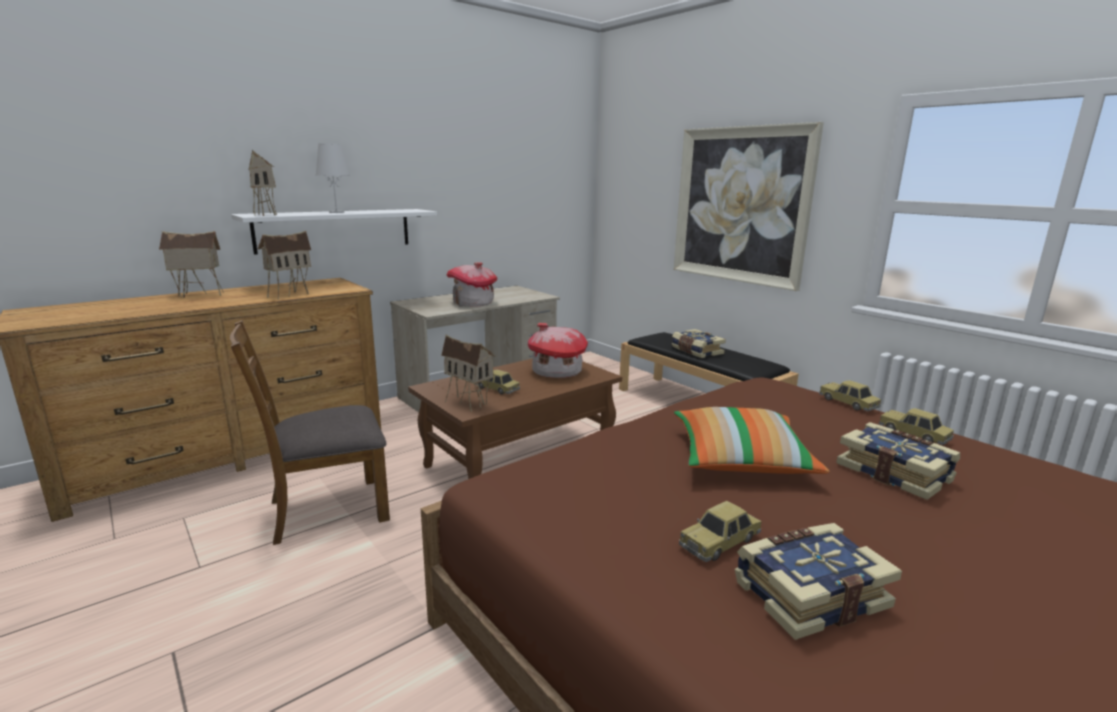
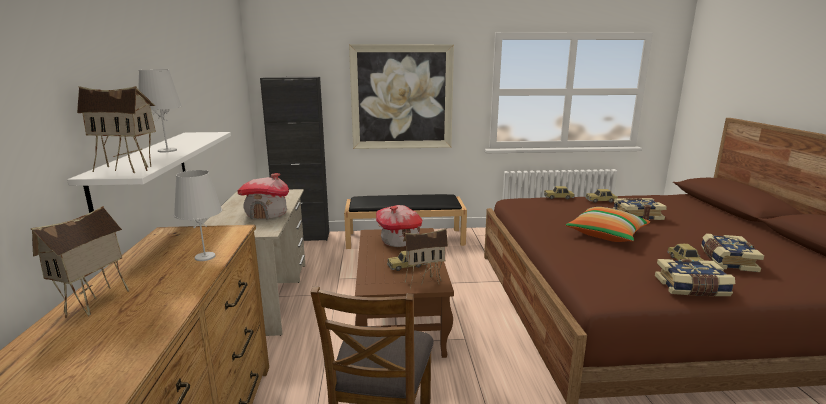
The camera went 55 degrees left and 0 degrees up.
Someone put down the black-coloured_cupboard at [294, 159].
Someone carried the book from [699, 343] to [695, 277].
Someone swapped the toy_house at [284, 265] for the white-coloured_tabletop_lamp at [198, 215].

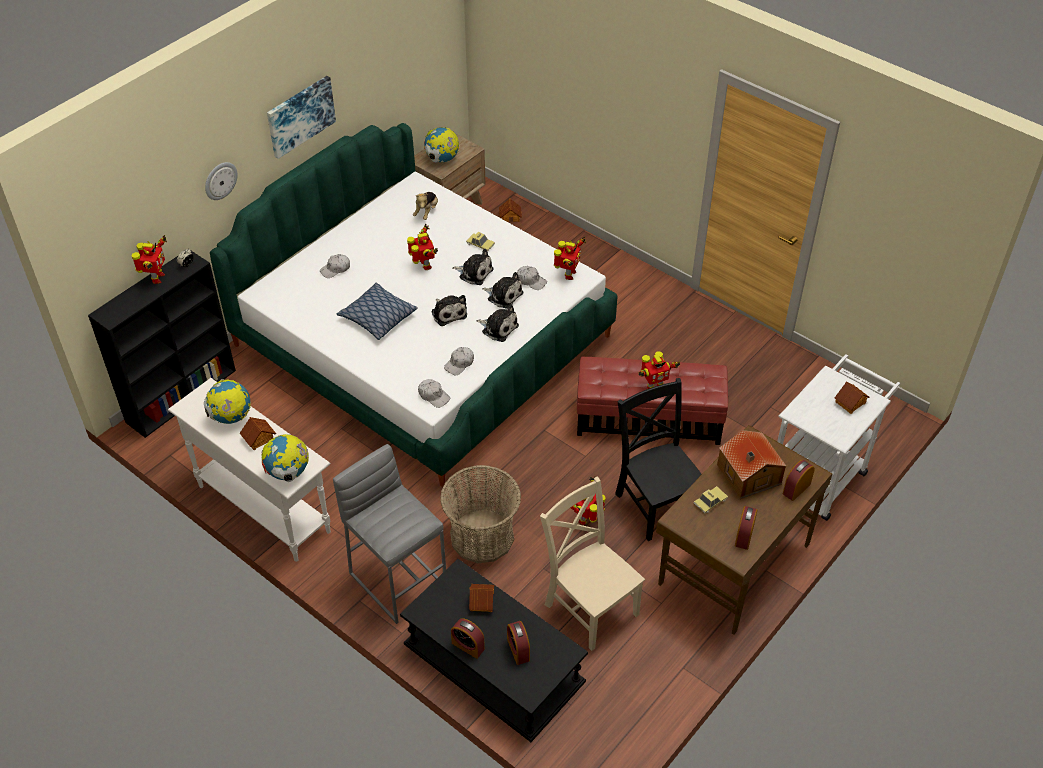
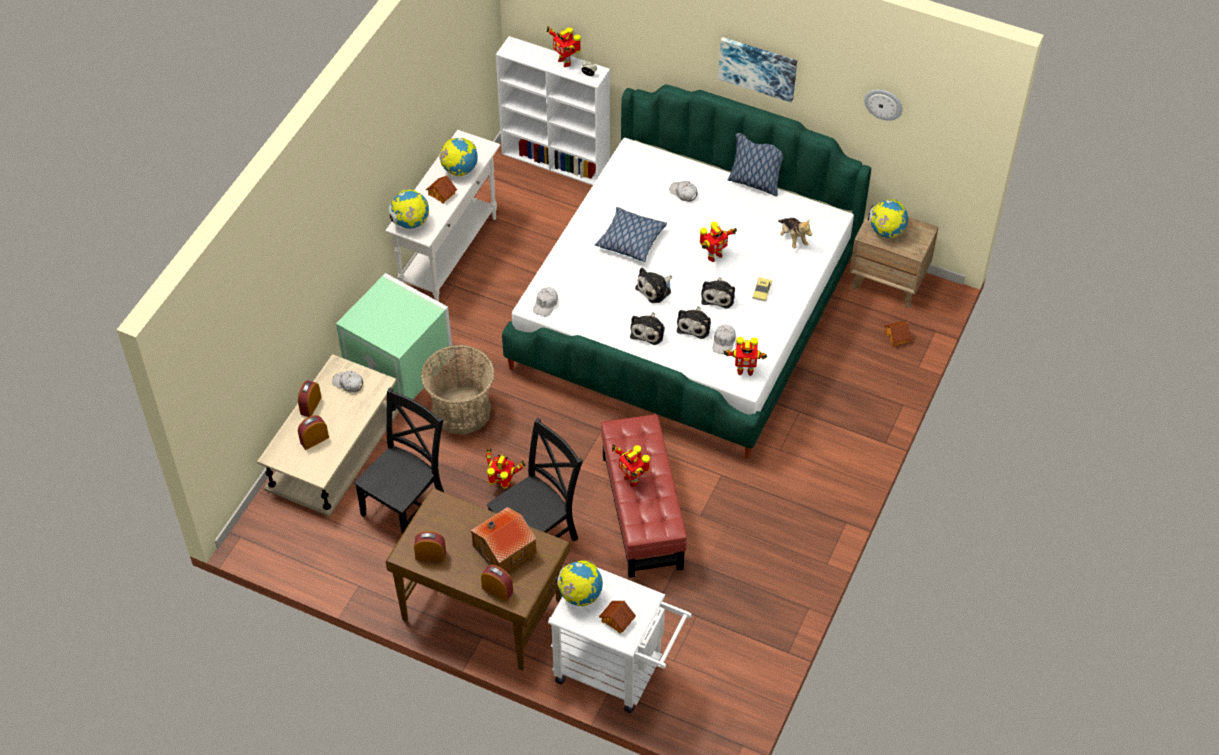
The camera went 75 degrees right and 5 degrees up.
Someone took away the toy_house at [482, 598].
Someone took away the miniature_car at [711, 499].
Someone put down the globe at [579, 583].
Someone put down the cushion at [755, 164].
Someone carried the wall_clock from [221, 181] to [883, 105].
Someone carried the white-coloured_cap from [459, 361] to [347, 381].
Someone swapped the grey_sitting_stool at [389, 534] for the greenish_storage_container at [394, 336].
Someone repainted the black-coloured_bookcase at [162, 343], which became the white-coloured_bookcase at [553, 110].
Someone repainted the black-coloured_lounge_table at [494, 650], which became the beige_lounge_table at [328, 435].
Someone repainted the beige_plain_chair at [592, 563], which became the black-coloured_plain_chair at [399, 460].
Someone rotated the robot_figure at [149, 259] by 60 degrees clockwise.
Someone rotated the plush_toy at [425, 206] by 120 degrees counterclockwise.

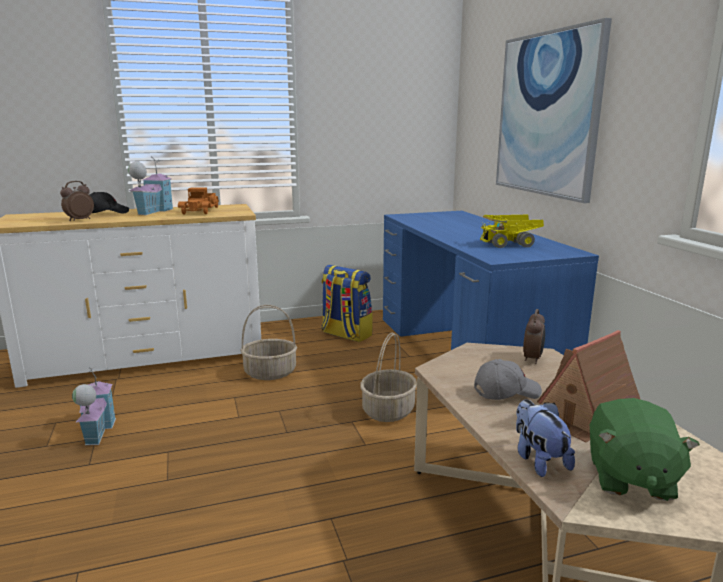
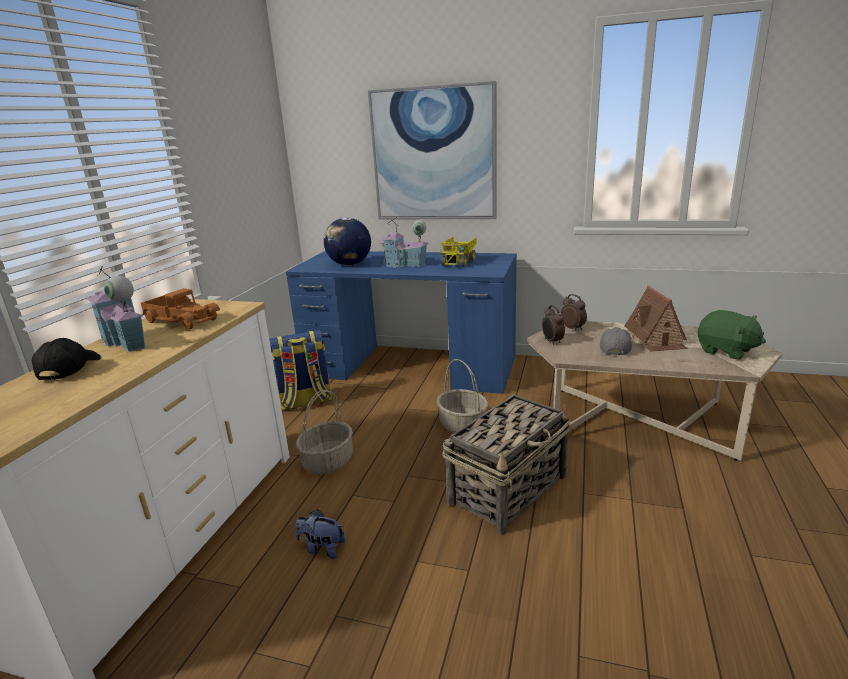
The camera went 55 degrees left and 5 degrees up.
Someone put down the globe at [347, 242].
Someone put down the basket at [507, 464].
Someone carried the bedside_clock from [77, 201] to [553, 325].
Someone carried the toy_house from [94, 406] to [404, 242].
Someone carried the plush_toy from [545, 438] to [320, 534].

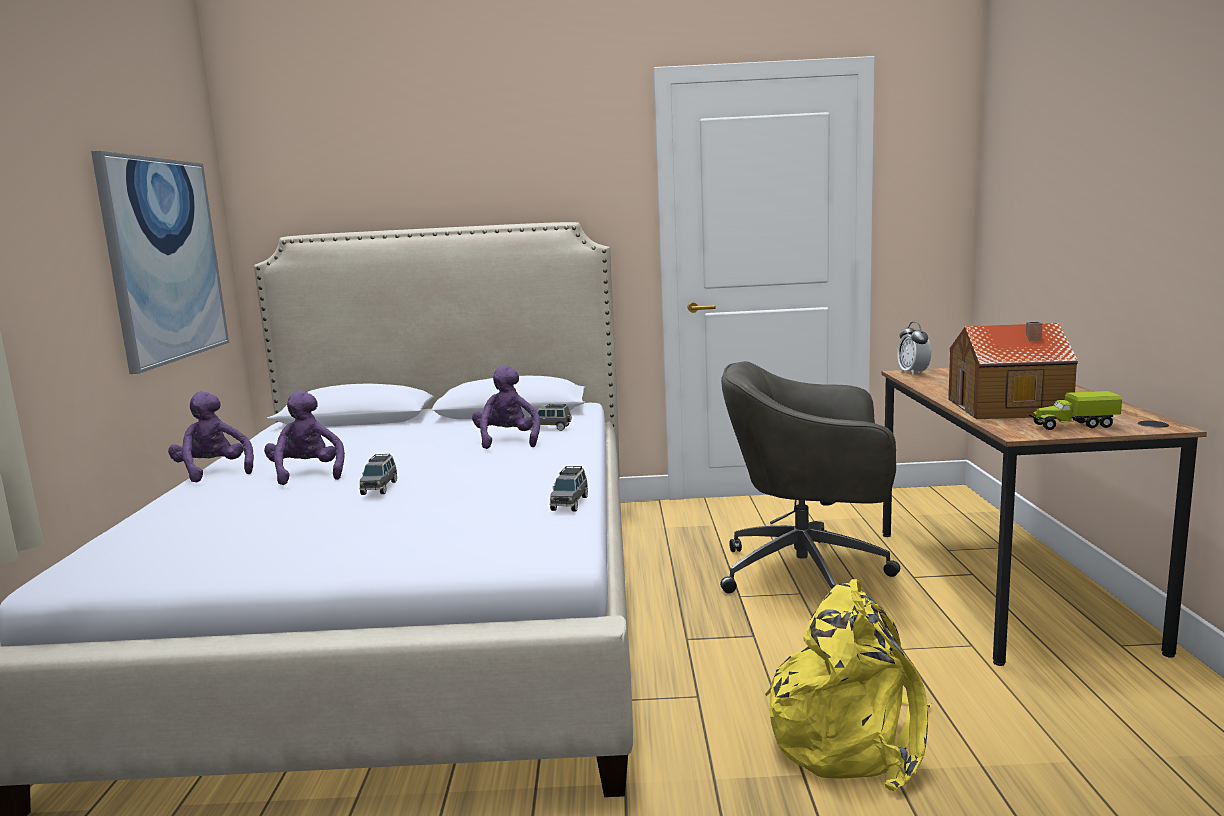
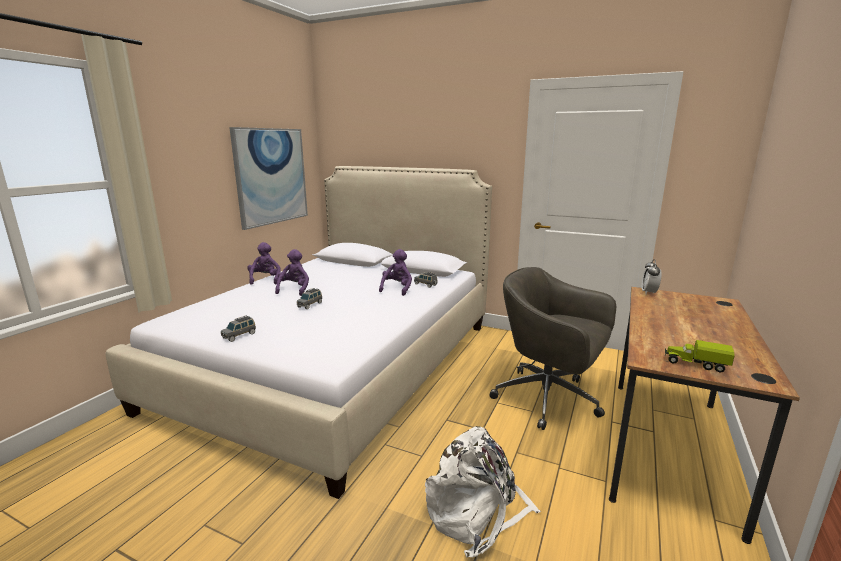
The camera went 25 degrees right and 5 degrees up.
Someone took away the toy_house at [1013, 370].
Someone carried the grey_miniature_car from [569, 488] to [238, 329].
Someone repainted the yellow_backpack at [848, 685], which became the white-coloured_backpack at [483, 492].

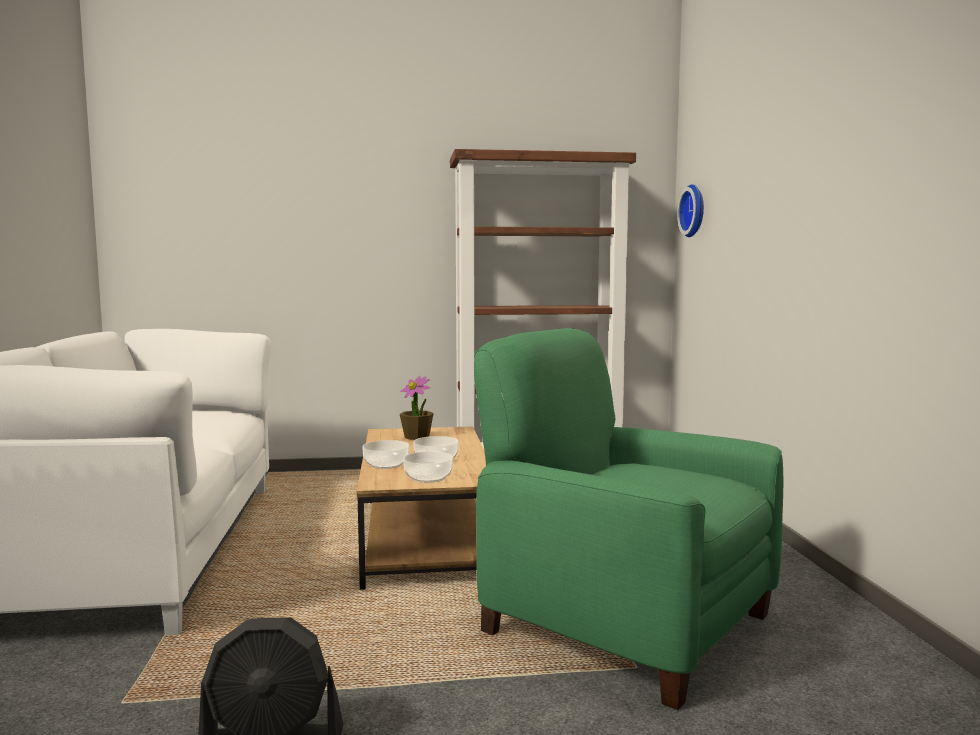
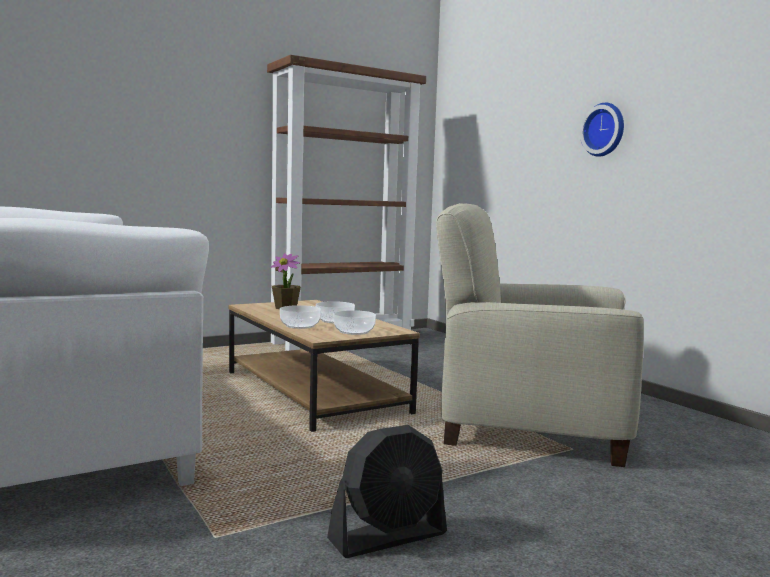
The camera went 25 degrees left and 0 degrees up.
Someone carried the wall_clock from [690, 210] to [602, 130].
Someone repainted the greenish_lounge_chair at [629, 519], which became the beige_lounge_chair at [540, 335].

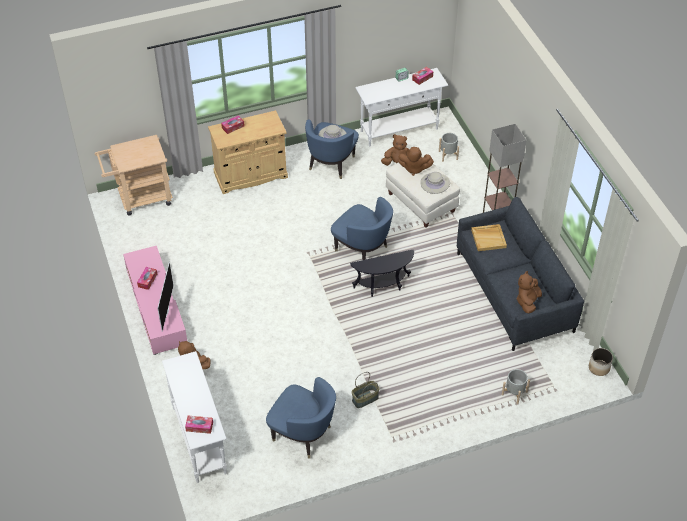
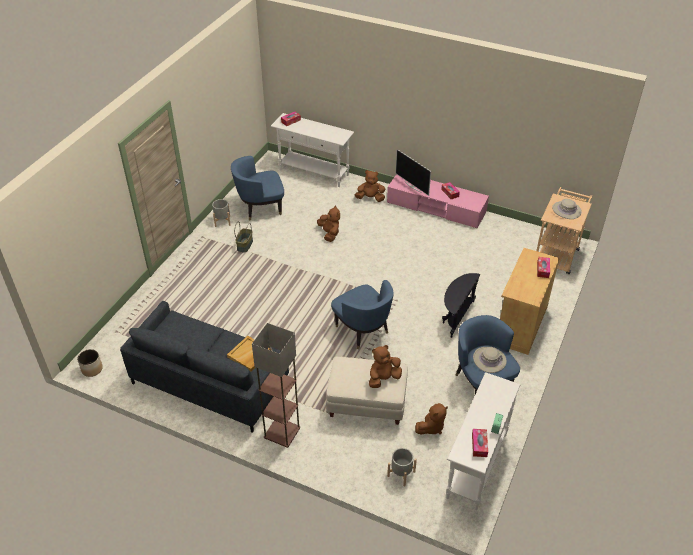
The camera went 135 degrees right and 5 degrees down.
Someone carried the black-coloured_end_table from [382, 273] to [461, 305].
Someone carried the beige_clothing_hat from [435, 183] to [567, 209].
Someone carried the grey_flower_pot from [516, 386] to [221, 213].
Someone carried the brown-coloured_plush_toy from [529, 292] to [328, 223].
Someone rotated the blue_lounge_chair at [362, 228] by 120 degrees counterclockwise.

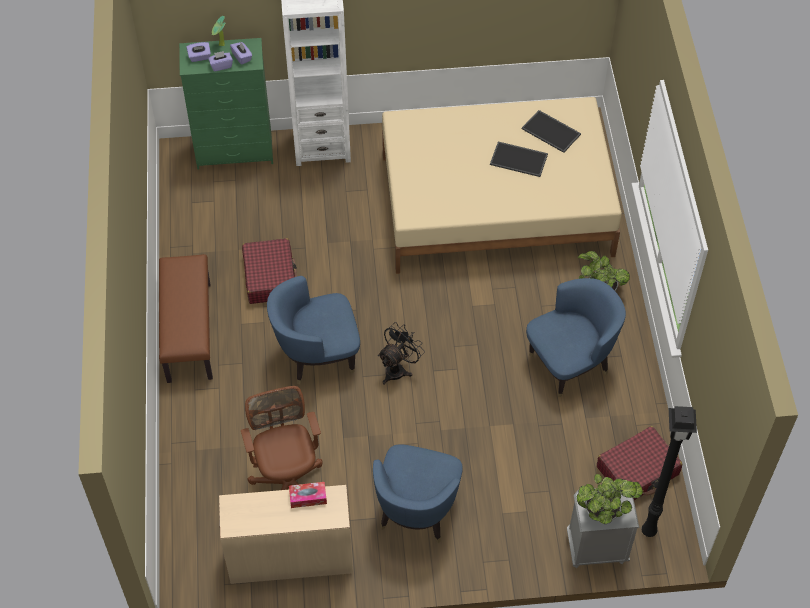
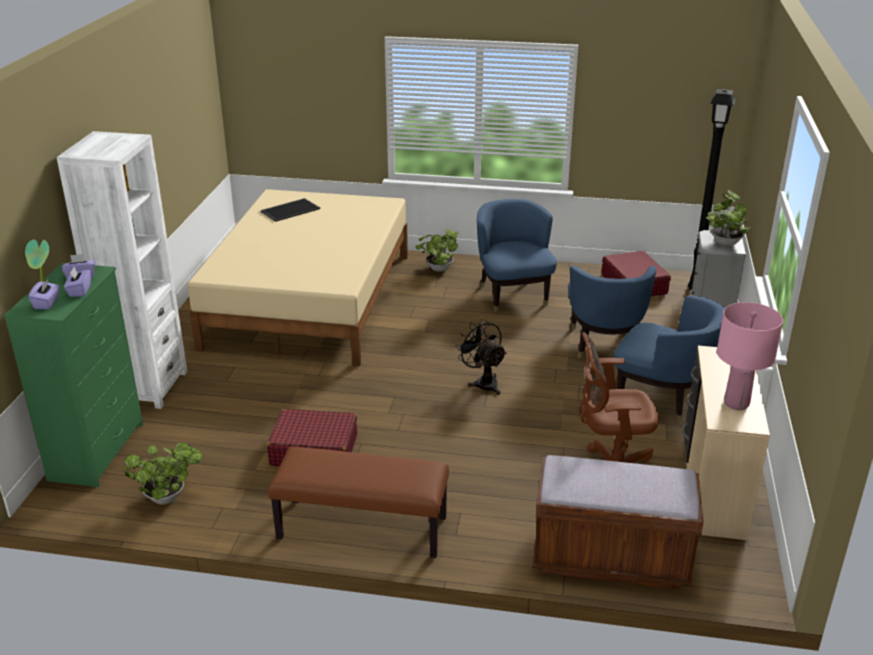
The camera went 75 degrees left and 25 degrees down.
Someone took away the tissue_holder at [308, 495].
Someone took away the tray at [519, 159].
Someone put down the plant_in_a_pot at [162, 473].
Someone put down the brown-coloured_indoor_bench at [617, 522].
Someone put down the pink_tabletop_lamp at [750, 356].
Someone carried the blue_lounge_chair from [313, 330] to [612, 312].

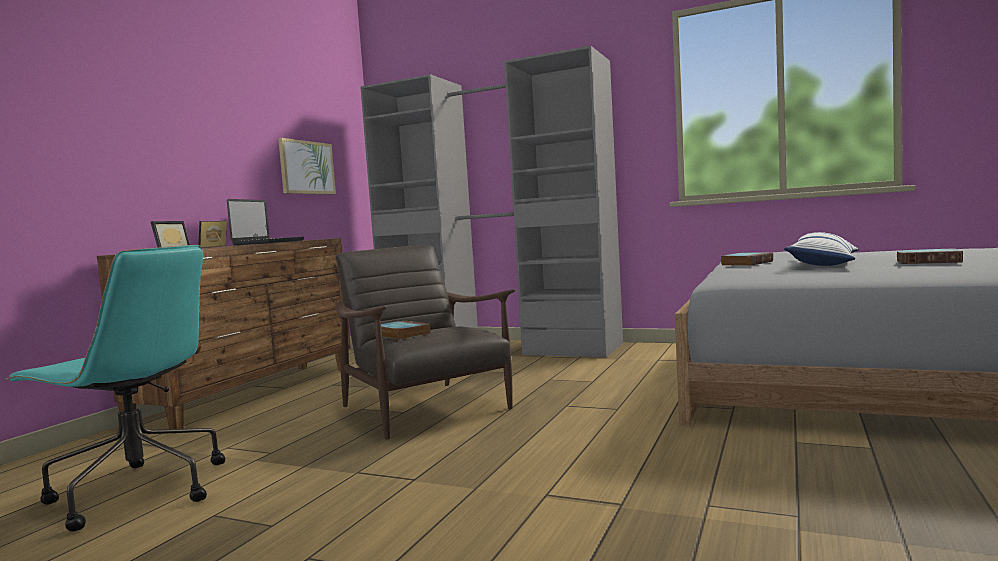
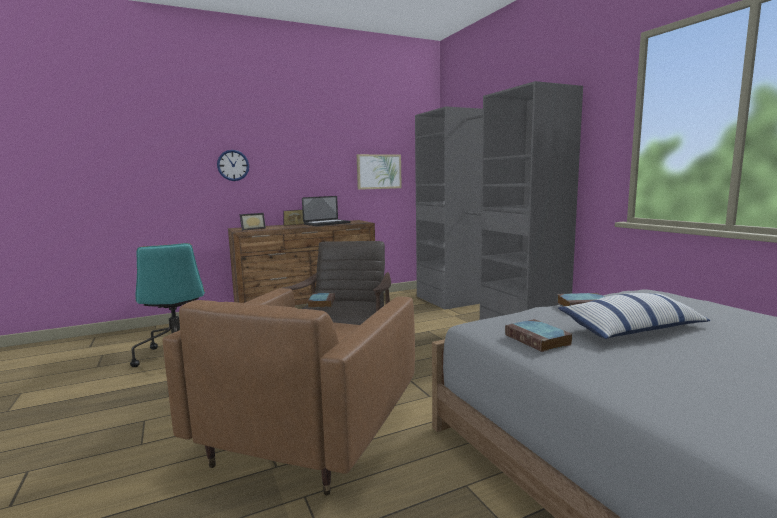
The camera went 40 degrees right and 5 degrees up.
Someone put down the brown-coloured_lounge_chair at [289, 391].
Someone put up the wall_clock at [233, 165].
Someone carried the book from [929, 256] to [538, 335].

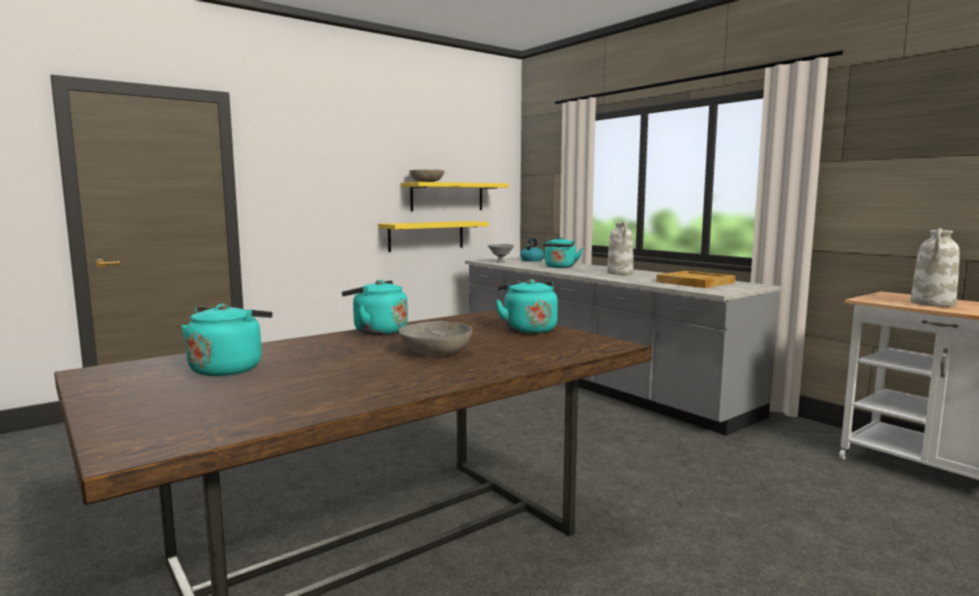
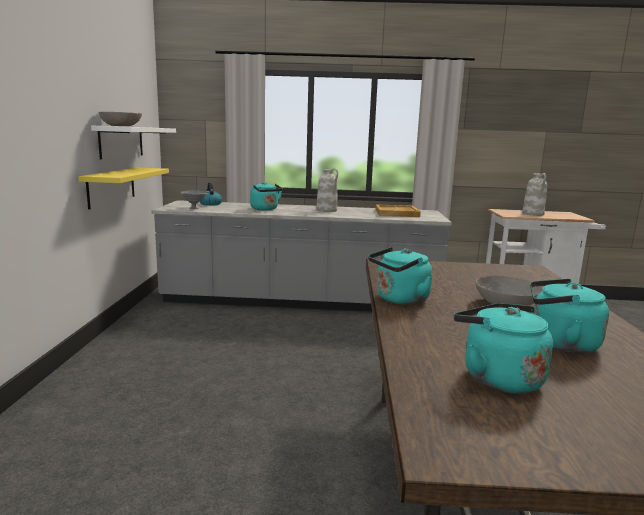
The camera went 50 degrees left and 5 degrees up.
Someone carried the blue-green_kettle from [526, 306] to [569, 316].
Someone repainted the yellow_shelf at [455, 196], which became the white-coloured_shelf at [133, 142].

